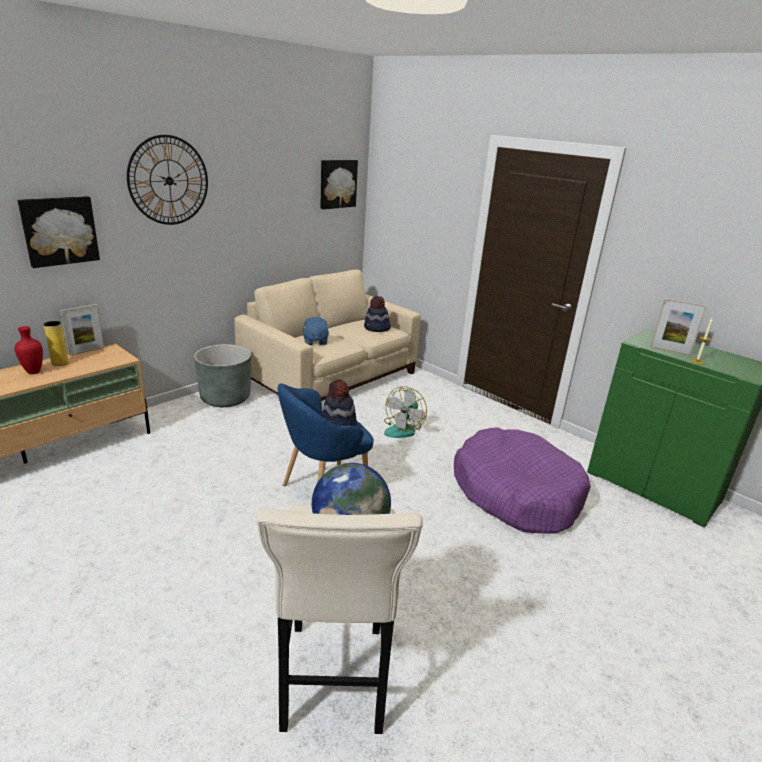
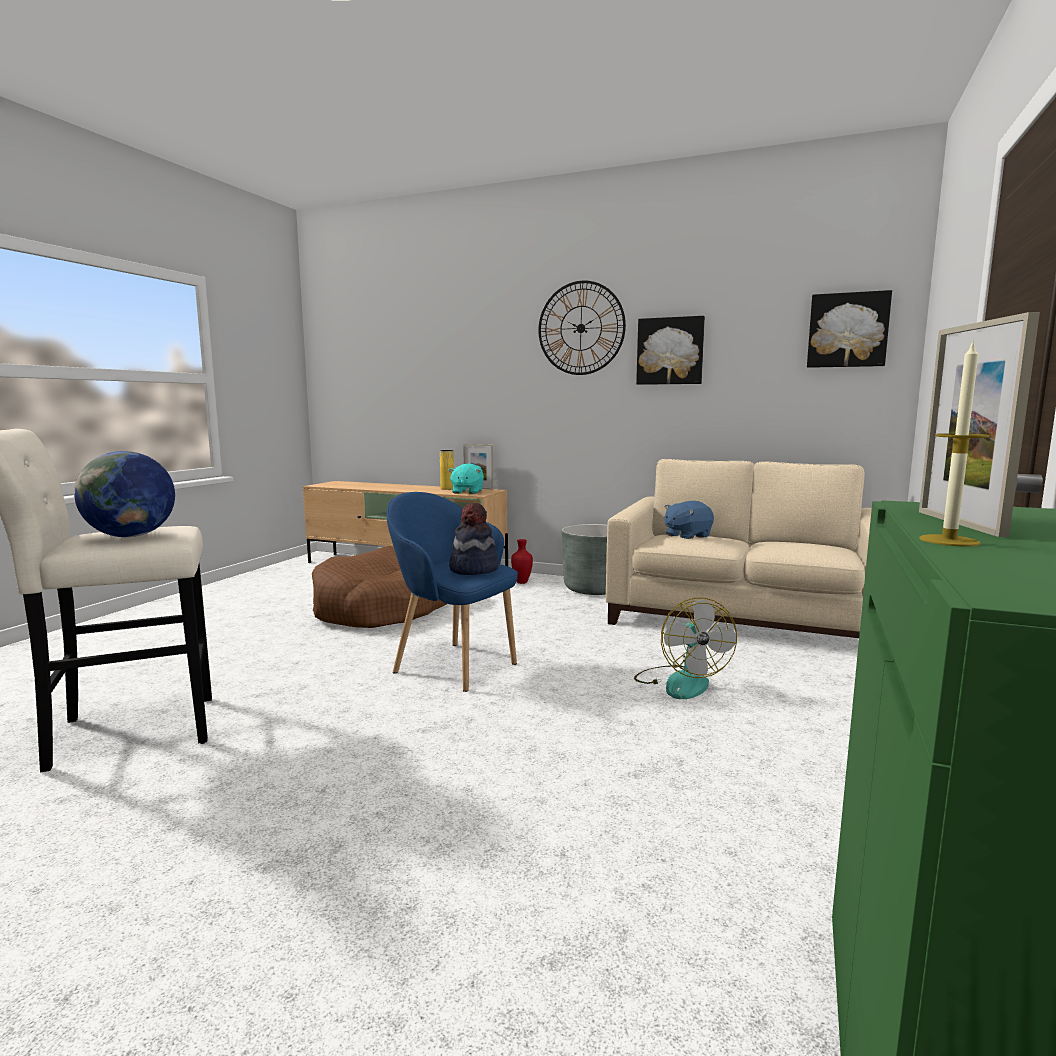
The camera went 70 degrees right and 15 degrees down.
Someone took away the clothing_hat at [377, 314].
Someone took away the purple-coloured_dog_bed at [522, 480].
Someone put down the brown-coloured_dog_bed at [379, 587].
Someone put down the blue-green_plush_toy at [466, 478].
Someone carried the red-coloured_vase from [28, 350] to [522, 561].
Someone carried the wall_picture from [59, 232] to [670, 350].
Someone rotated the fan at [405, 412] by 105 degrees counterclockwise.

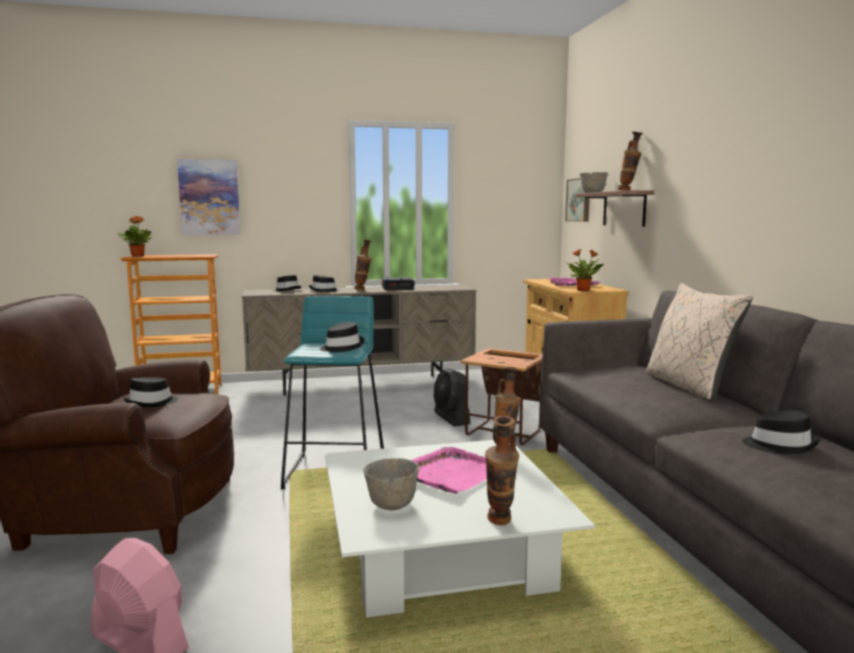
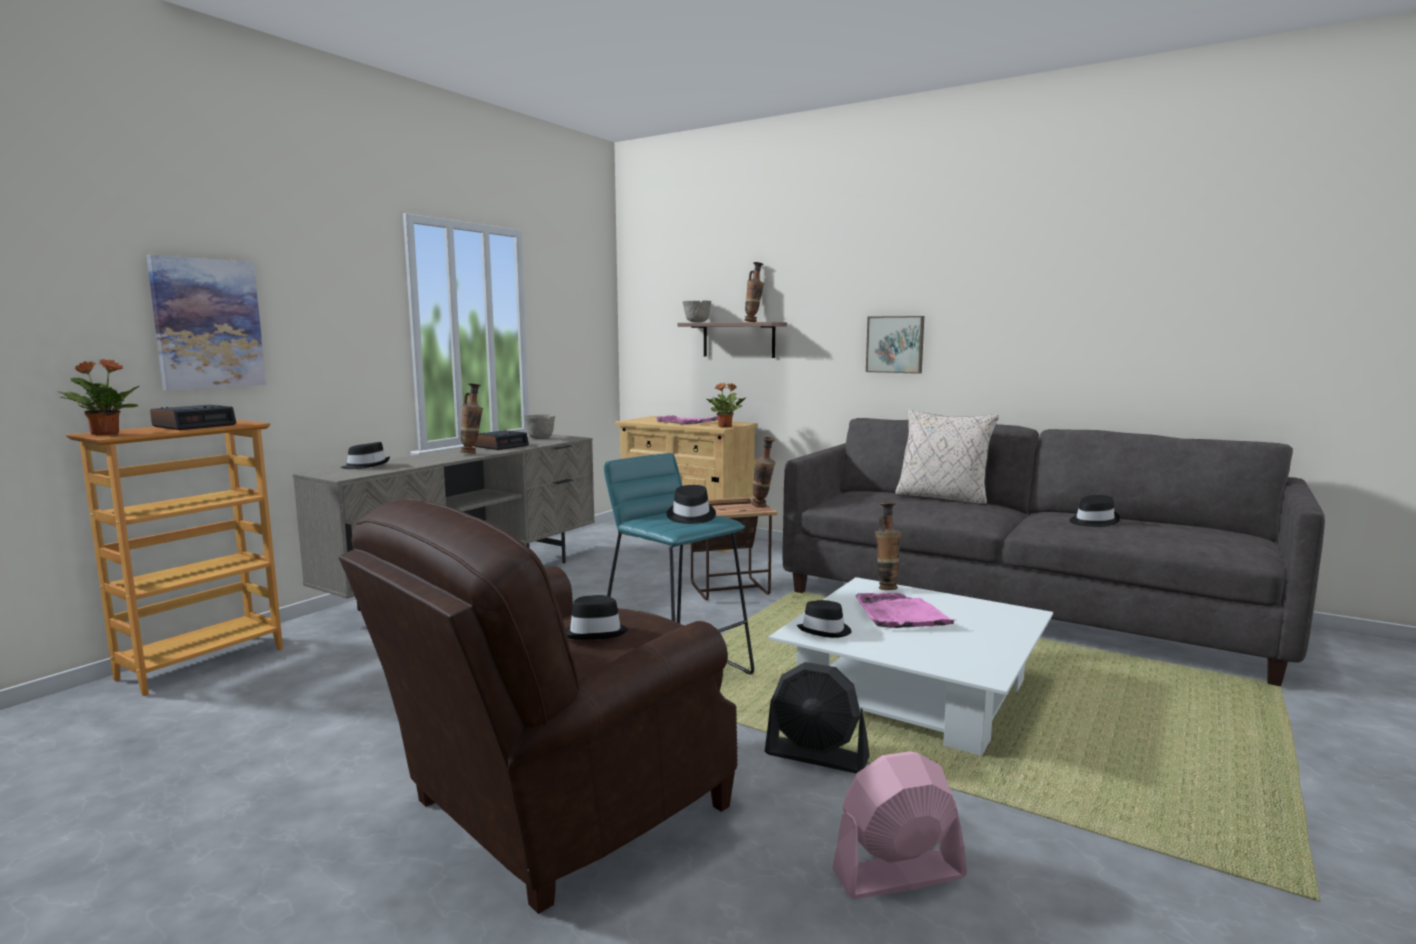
The camera went 45 degrees left and 0 degrees up.
Someone put down the bedside_clock at [193, 417].
Someone carried the black-coloured_clothing_hat from [324, 283] to [824, 619].
Someone carried the grey_serving_bowl from [391, 484] to [539, 426].
Someone carried the black-coloured_fan from [452, 397] to [817, 718].
Someone carried the vase from [502, 470] to [763, 472].
Someone carried the wall_picture from [577, 200] to [895, 345].

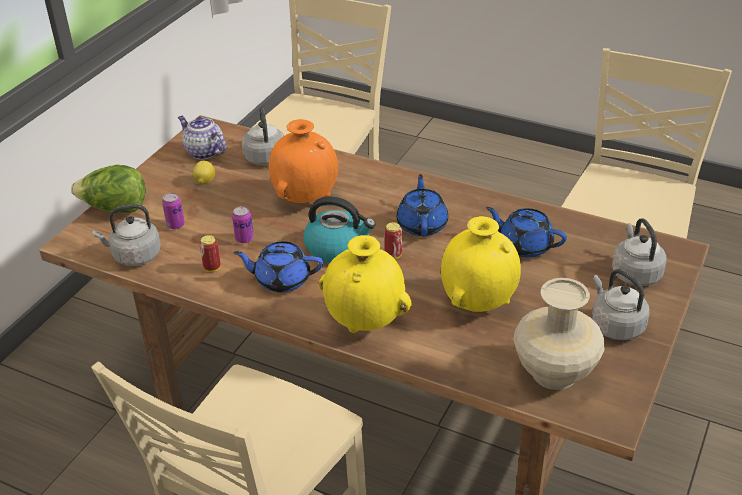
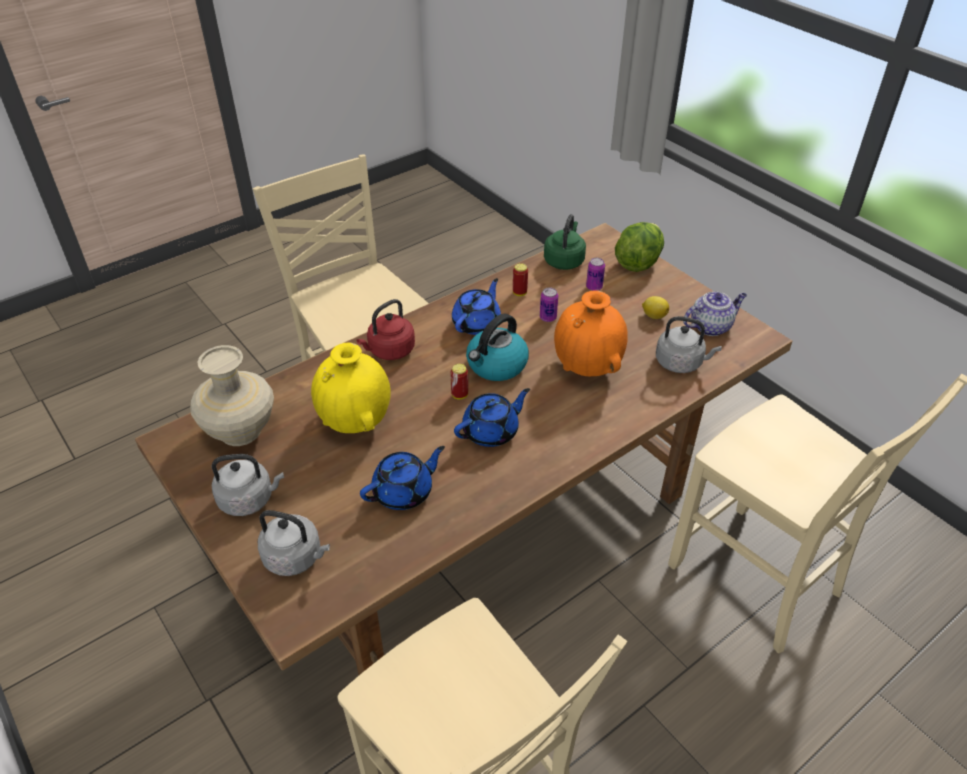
The camera went 115 degrees right and 5 degrees up.
Someone swapped the yellow_vase at [365, 284] for the red-coloured_kettle at [385, 329].
Someone repainted the grey_kettle at [127, 235], which became the greenish_kettle at [565, 242].
Someone rotated the blue_pot_for_tea at [422, 205] by 60 degrees counterclockwise.

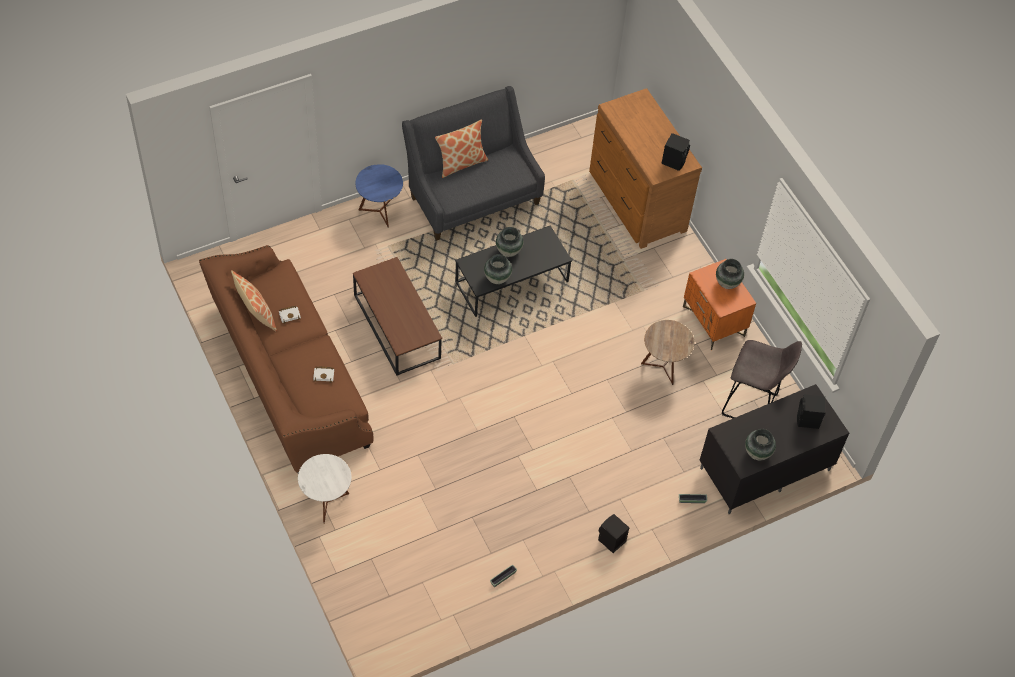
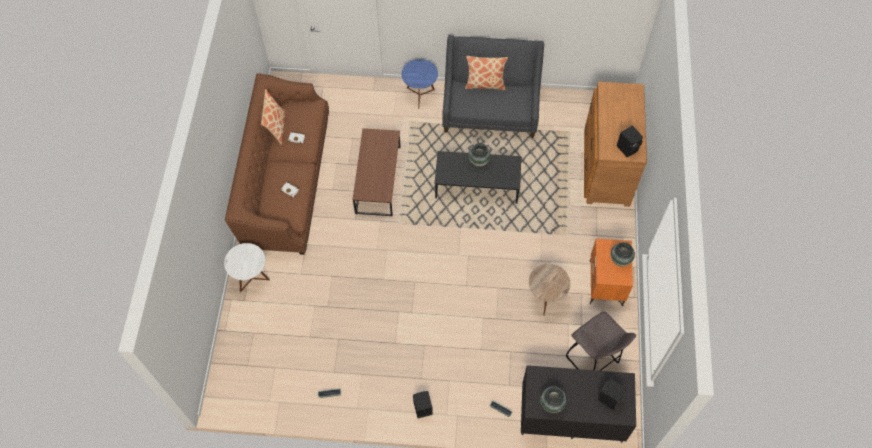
The camera went 35 degrees right and 5 degrees up.
Someone took away the vase at [498, 269].

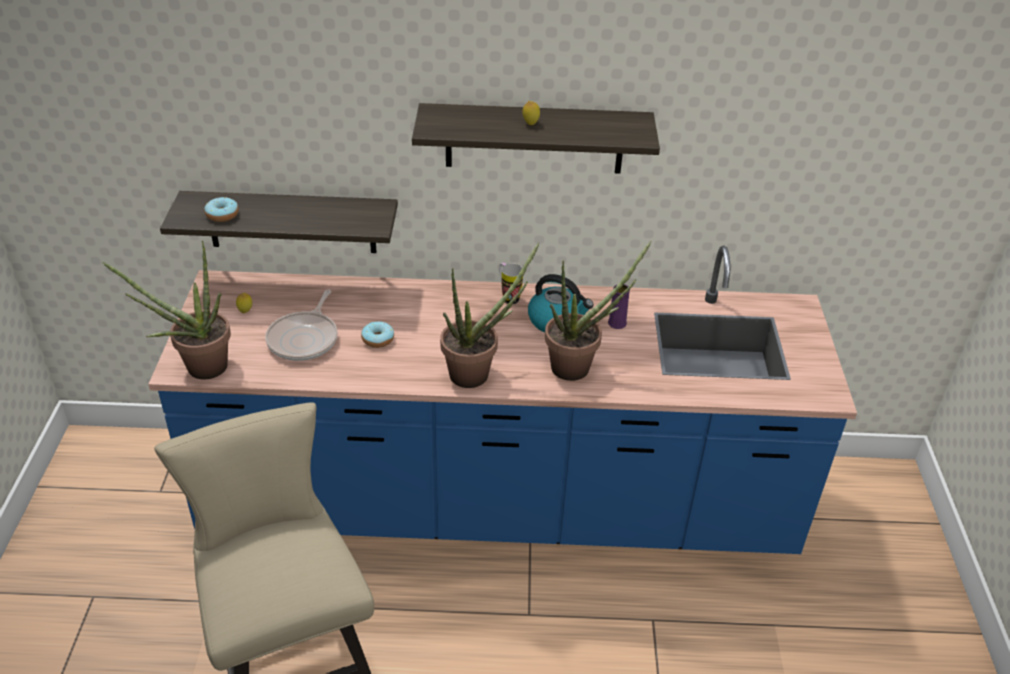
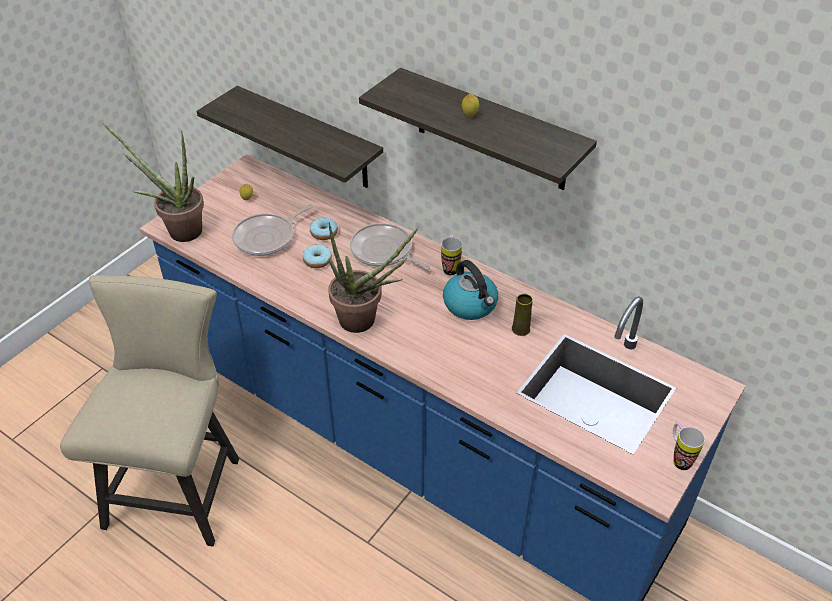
The camera went 35 degrees right and 5 degrees up.
Someone took away the plant_in_a_pot at [598, 311].
Someone put down the skillet at [390, 246].
Someone put down the mug at [689, 446].
Someone carried the doughnut from [222, 209] to [324, 228].
Someone repainted the purple-coloured_vase at [619, 306], which became the yellow_vase at [522, 315].

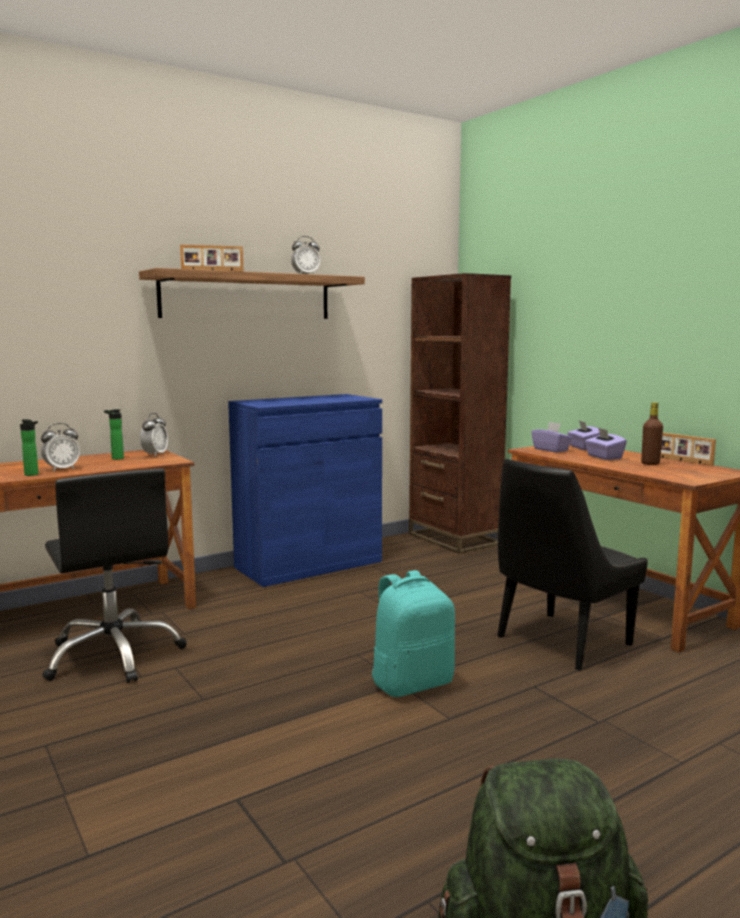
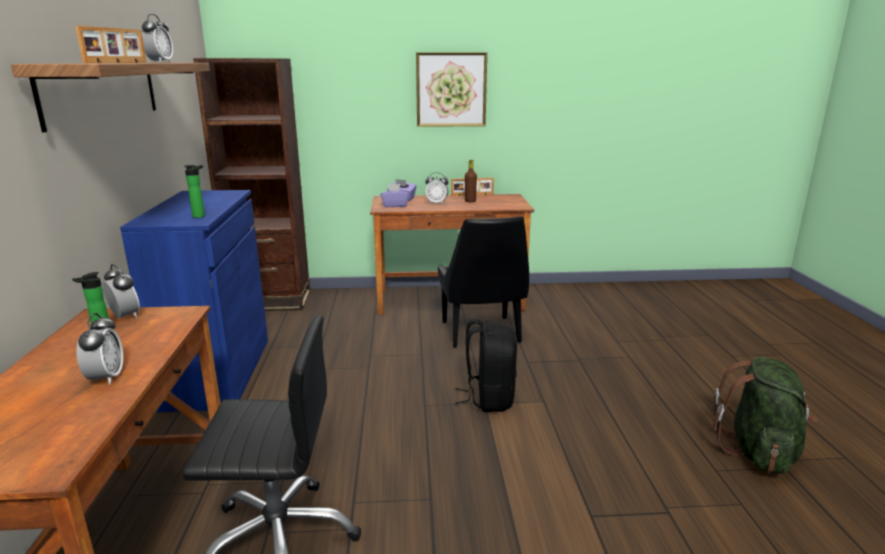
The camera went 60 degrees left and 10 degrees up.
Someone put up the wall_picture at [451, 89].
Someone carried the beverage_bottle from [29, 447] to [194, 191].
Someone swapped the purple-coloured_tissue_holder at [606, 444] for the bedside_clock at [437, 188].
Someone repainted the blue-green_backpack at [413, 633], which became the black-coloured_backpack at [486, 365].

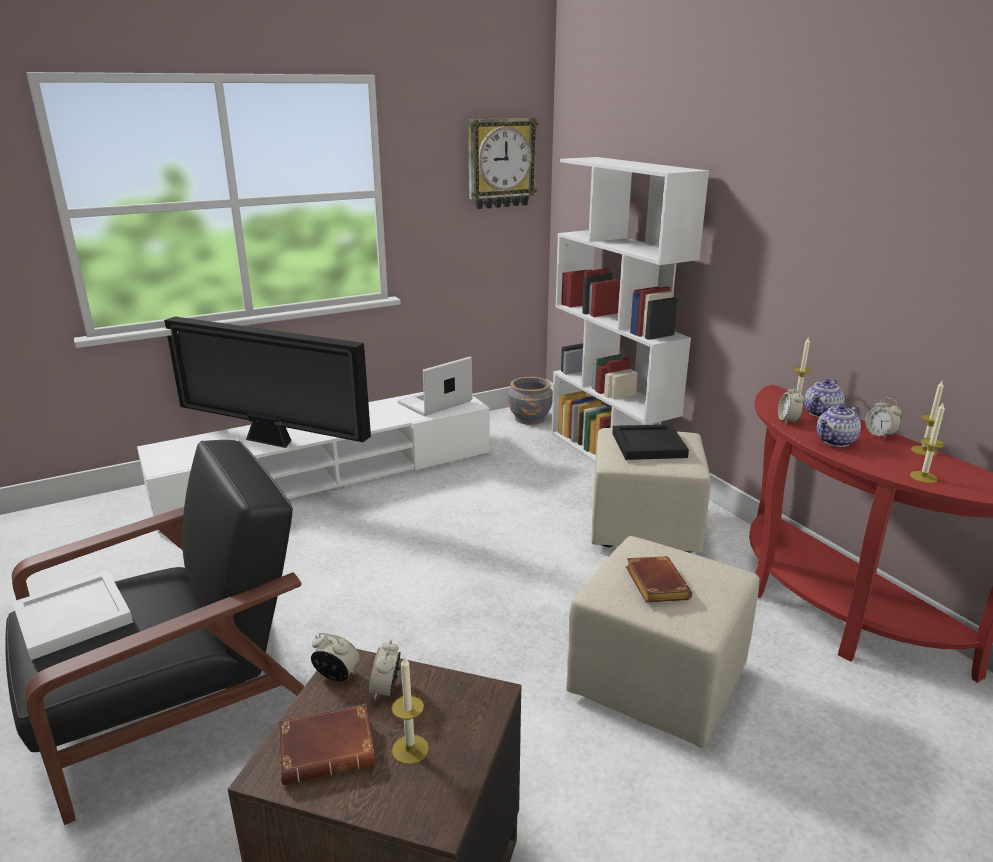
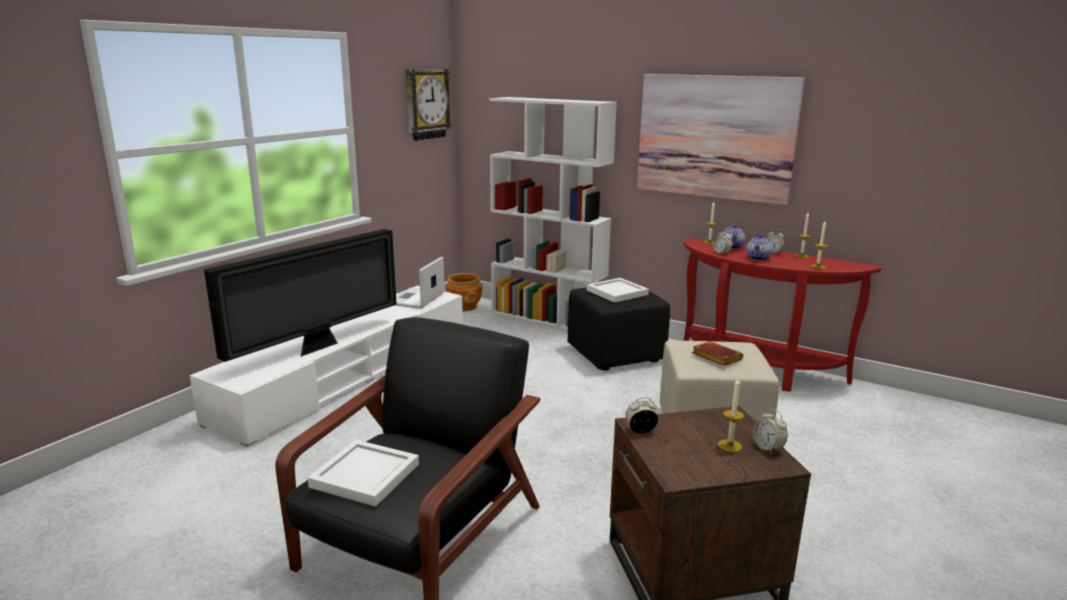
The camera went 30 degrees left and 5 degrees down.
Someone took away the brown-coloured_book at [327, 744].
Someone put up the wall_picture at [721, 139].
Someone carried the bedside_clock from [384, 670] to [770, 431].
Someone repainted the grey_flower_pot at [530, 401], which became the brown-coloured_flower_pot at [464, 292].
Someone repainted the beige_footrest at [651, 490], which became the black-coloured_footrest at [618, 328].
Someone repainted the black-coloured_tray at [650, 442], which became the white-coloured_tray at [618, 290].
Someone rotated the television at [267, 382] by 45 degrees counterclockwise.

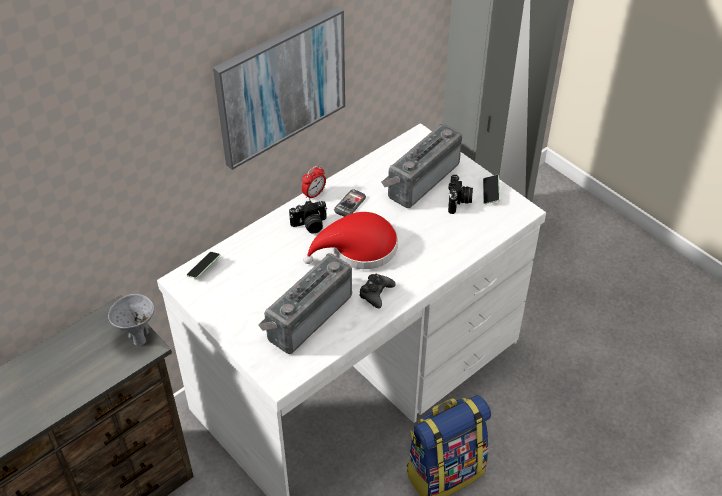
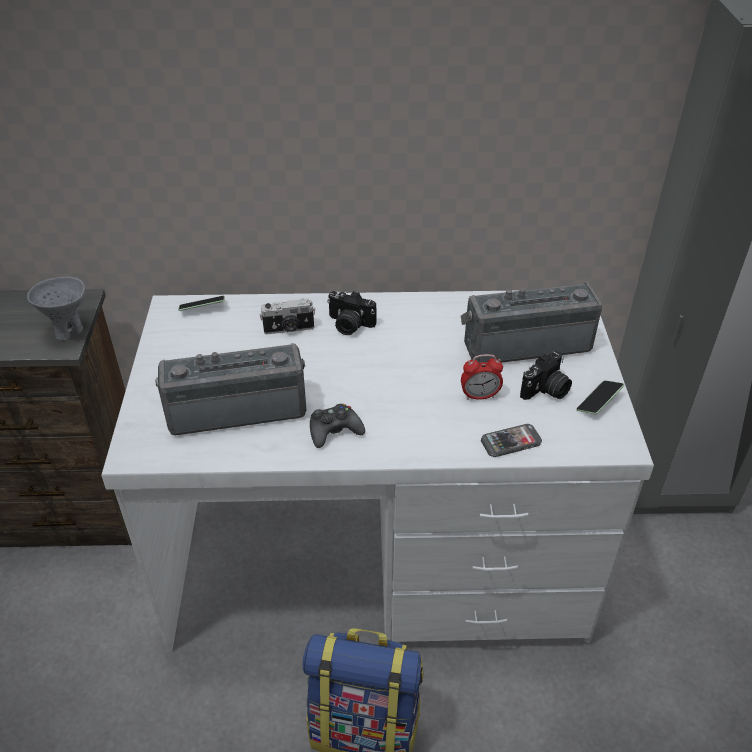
The camera went 40 degrees right and 5 degrees down.
Someone took away the wall_picture at [279, 88].
Someone took away the red-coloured_clothing_hat at [350, 240].
Someone put down the still_camera at [287, 316].
Someone carried the bedside_clock from [314, 182] to [482, 377].
Someone carried the phone from [350, 203] to [511, 440].

